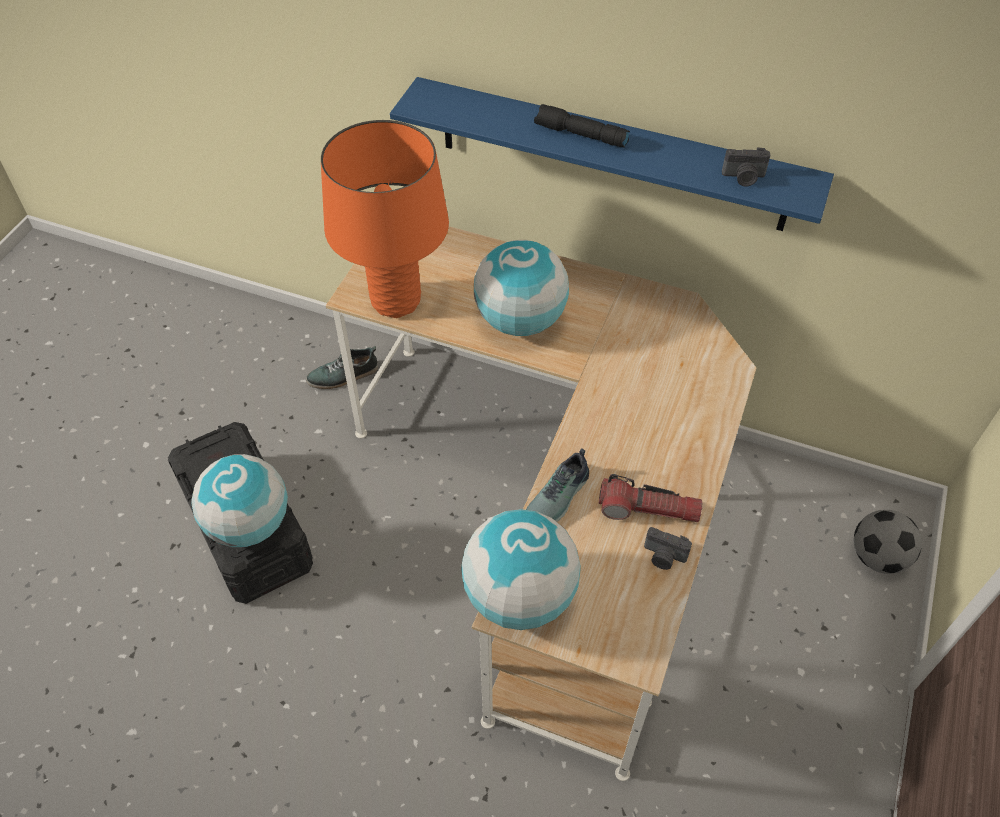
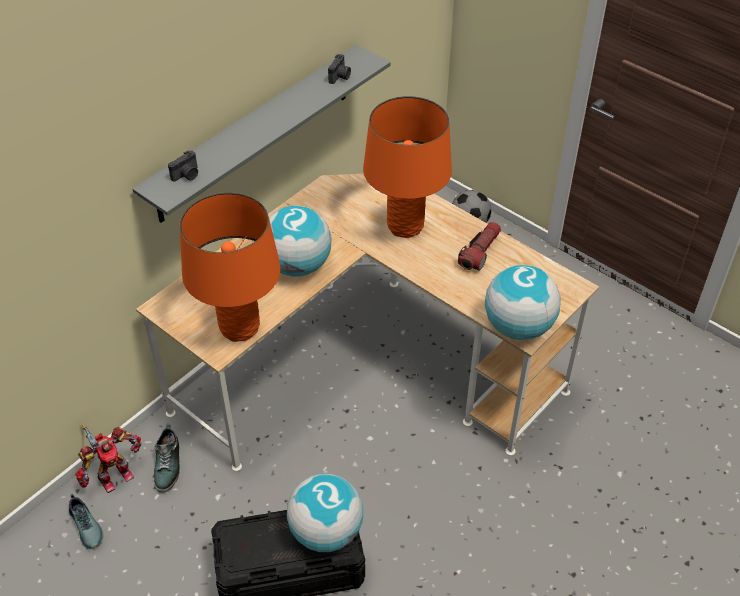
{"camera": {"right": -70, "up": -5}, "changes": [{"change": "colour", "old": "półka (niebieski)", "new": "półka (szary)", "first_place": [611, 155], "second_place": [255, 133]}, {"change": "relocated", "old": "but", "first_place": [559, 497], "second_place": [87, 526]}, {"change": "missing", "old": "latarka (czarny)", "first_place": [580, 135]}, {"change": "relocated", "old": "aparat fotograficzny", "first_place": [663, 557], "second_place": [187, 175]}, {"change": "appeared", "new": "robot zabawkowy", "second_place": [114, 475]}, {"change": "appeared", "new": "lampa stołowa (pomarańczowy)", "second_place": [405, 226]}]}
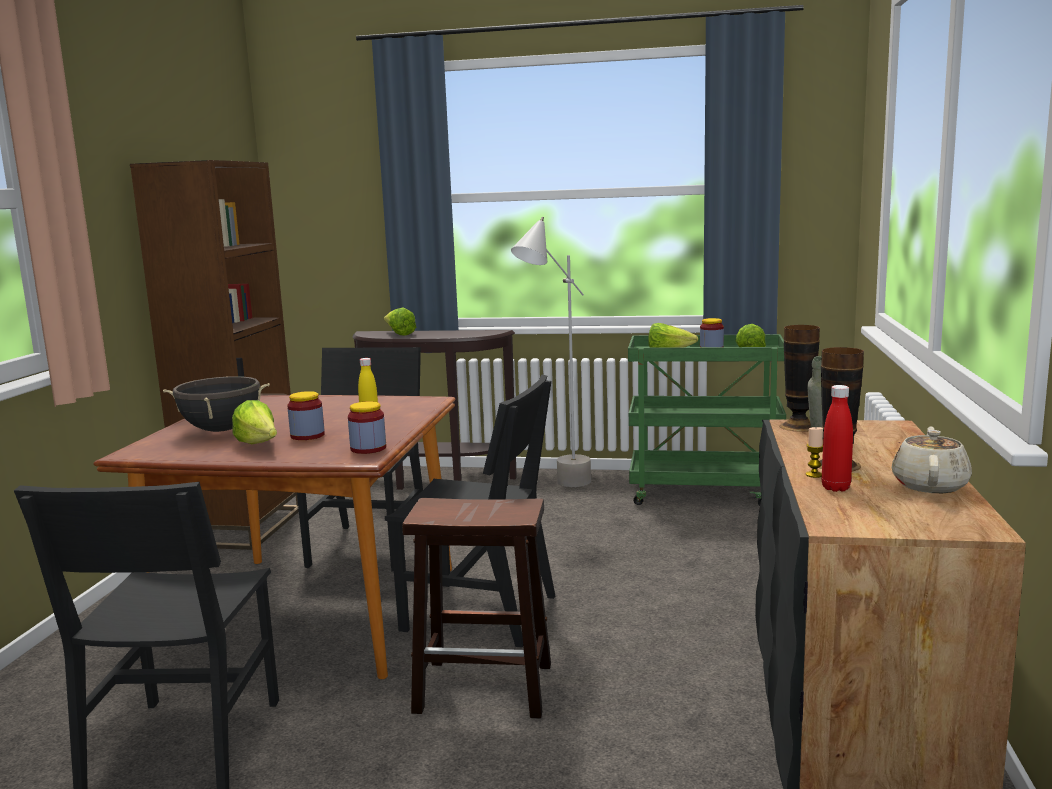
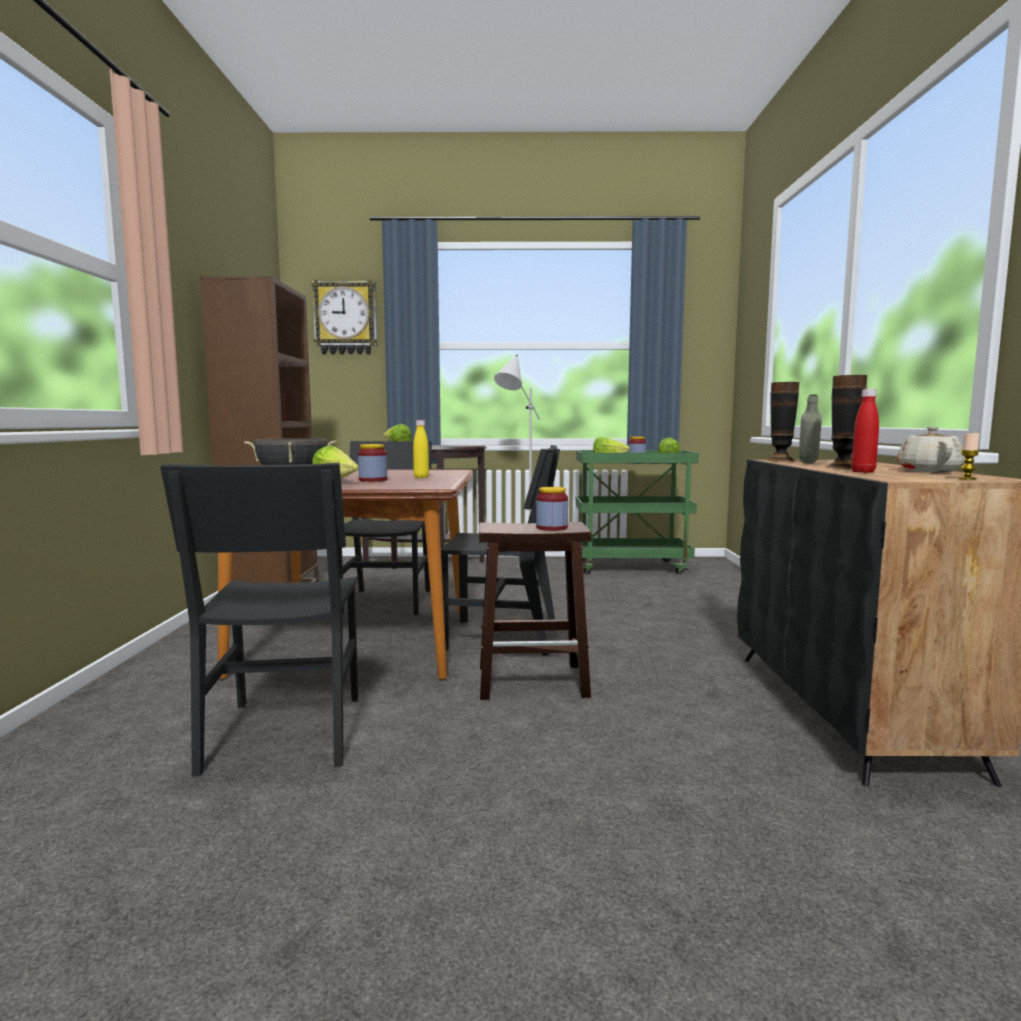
{"camera": {"right": -10, "up": -5}, "changes": [{"change": "relocated", "old": "słoik", "first_place": [368, 448], "second_place": [551, 528]}, {"change": "relocated", "old": "świeca", "first_place": [814, 475], "second_place": [967, 478]}, {"change": "appeared", "new": "zegar ścienny", "second_place": [346, 318]}]}
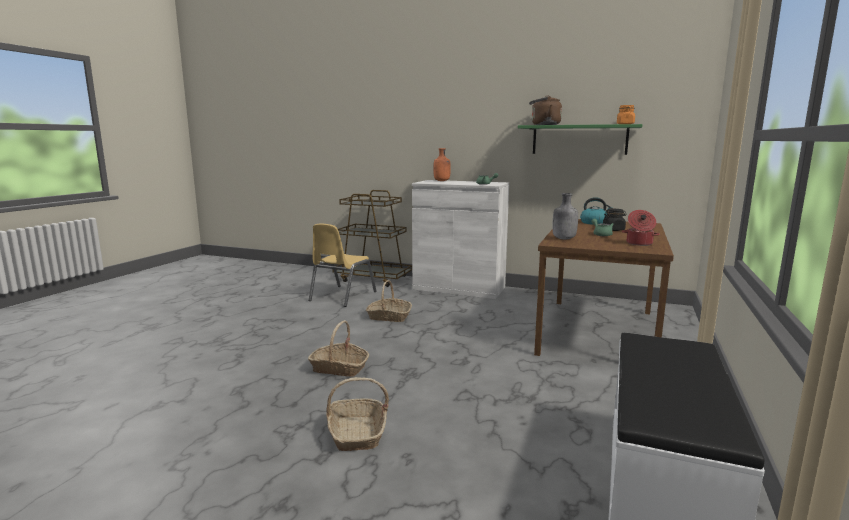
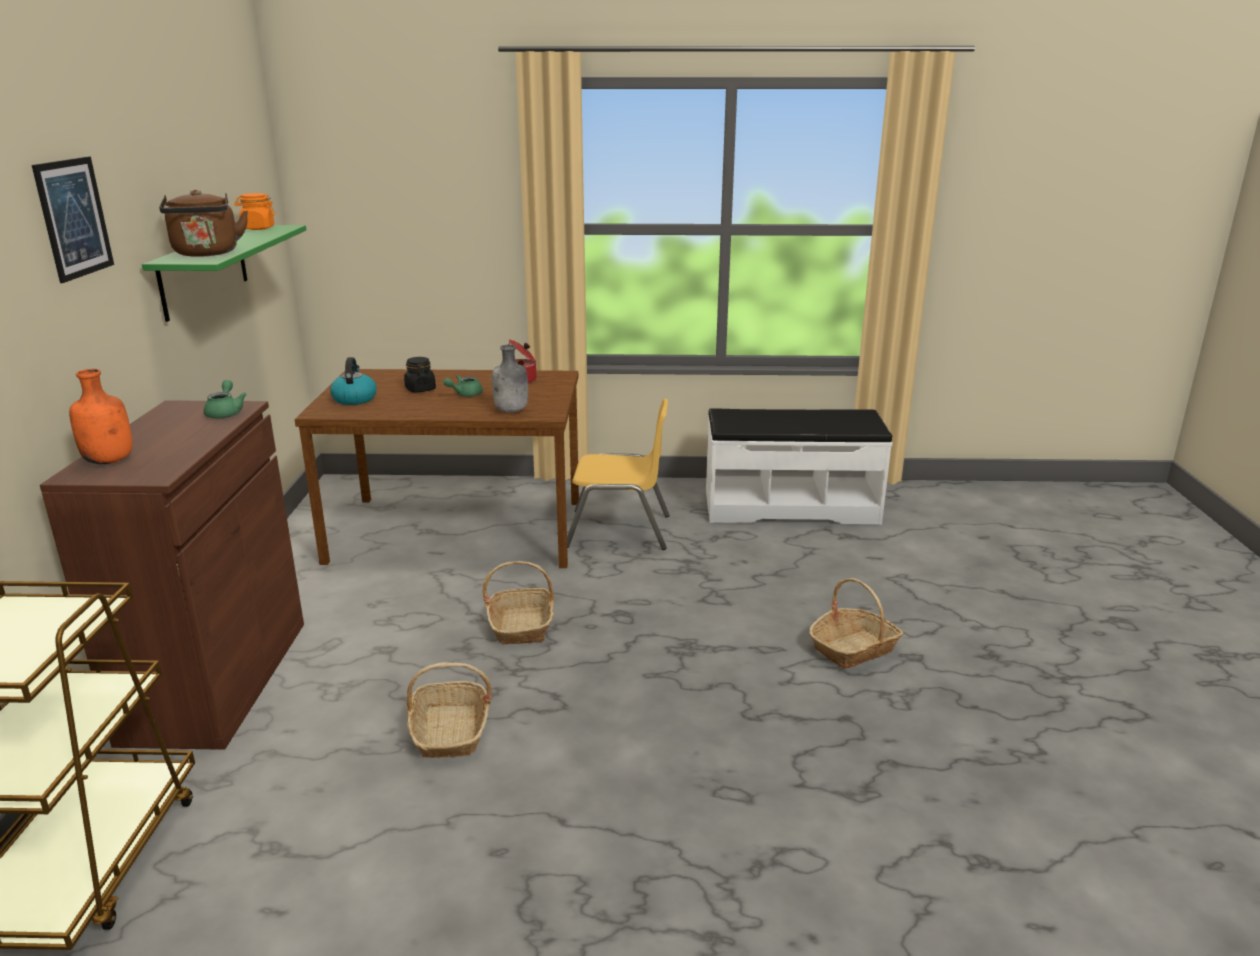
{"camera": {"right": -110, "up": 10}, "changes": [{"change": "relocated", "old": "krzesło (żółty)", "first_place": [342, 296], "second_place": [619, 531]}, {"change": "relocated", "old": "koszyk", "first_place": [339, 368], "second_place": [521, 625]}, {"change": "colour", "old": "szafka (biały)", "new": "szafka (brązowy)", "first_place": [459, 288], "second_place": [217, 680]}, {"change": "appeared", "new": "obraz", "second_place": [74, 218]}]}
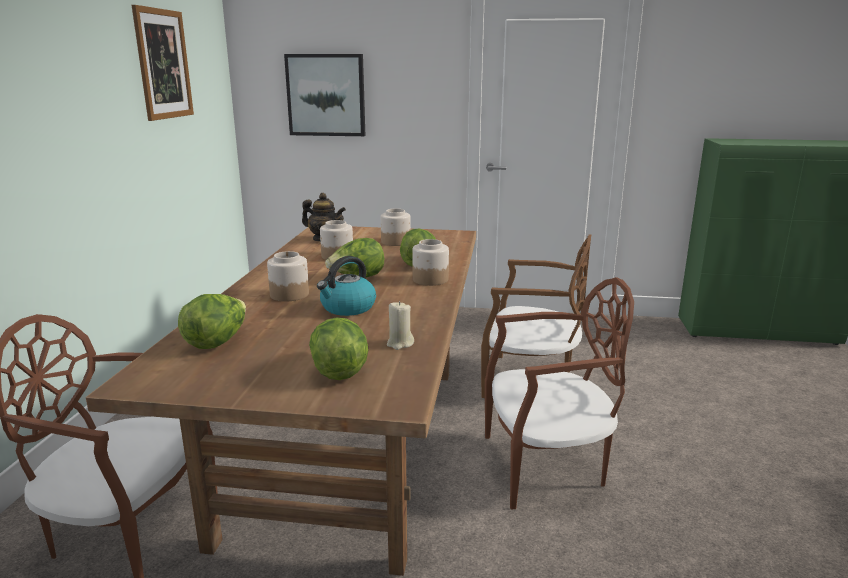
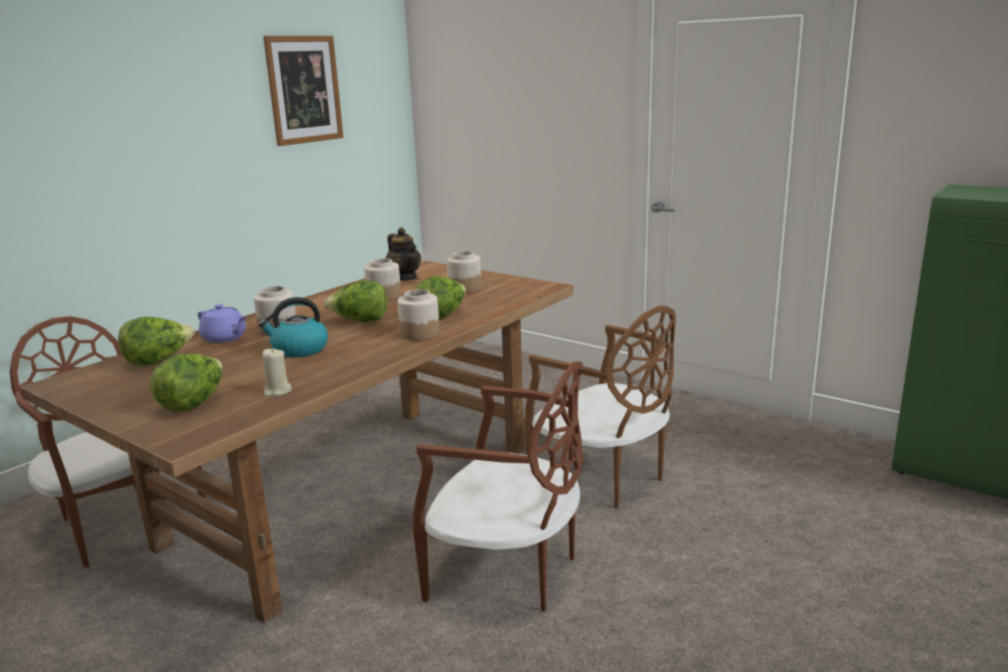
{"camera": {"right": 30, "up": 0}, "changes": [{"change": "missing", "old": "obraz", "first_place": [326, 95]}, {"change": "appeared", "new": "imbryk (fioletowy)", "second_place": [225, 338]}]}
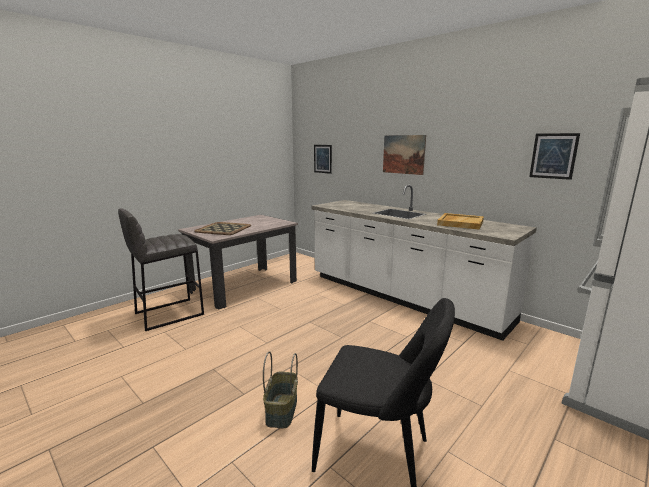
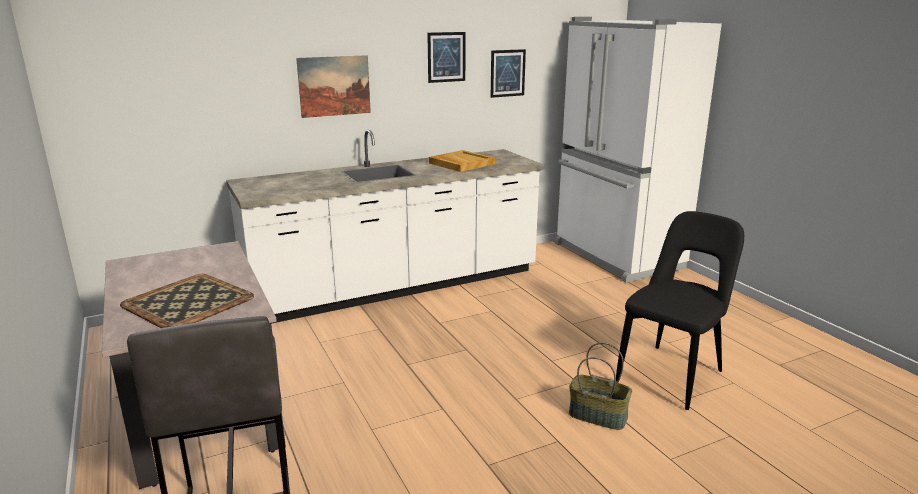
{"camera": {"right": -70, "up": 5}, "changes": [{"change": "relocated", "old": "obraz", "first_place": [322, 158], "second_place": [446, 57]}]}
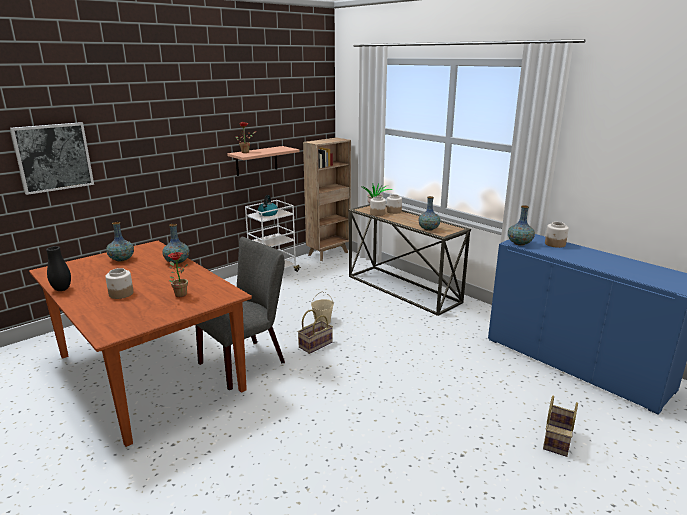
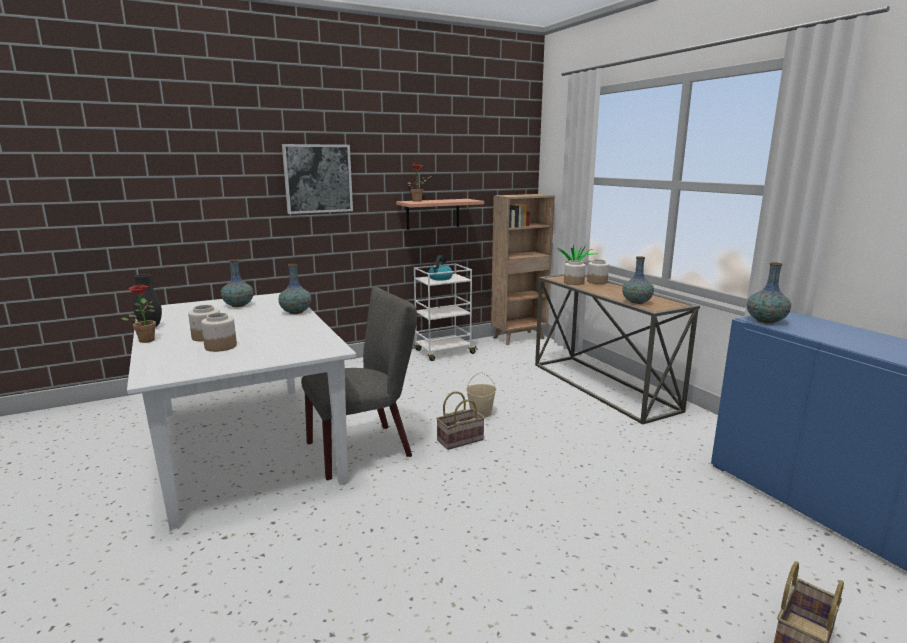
{"camera": {"right": 15, "up": -5}, "changes": [{"change": "relocated", "old": "obraz", "first_place": [53, 157], "second_place": [318, 178]}, {"change": "colour", "old": "stół jadalny (brązowy)", "new": "stół jadalny (biały)", "first_place": [148, 372], "second_place": [245, 445]}, {"change": "relocated", "old": "roślina doniczkowa", "first_place": [179, 294], "second_place": [146, 339]}, {"change": "relocated", "old": "słoik", "first_place": [555, 244], "second_place": [220, 347]}]}
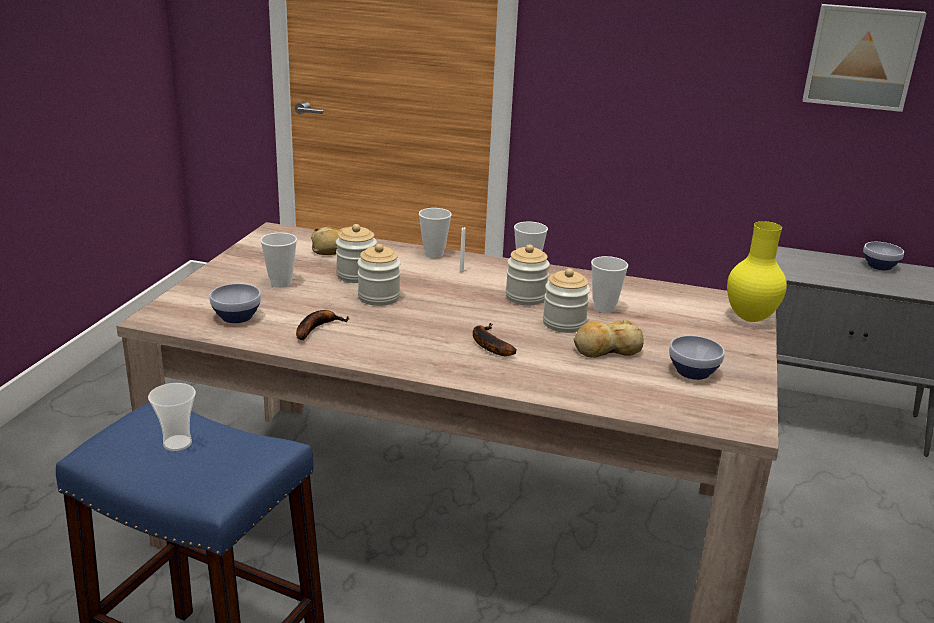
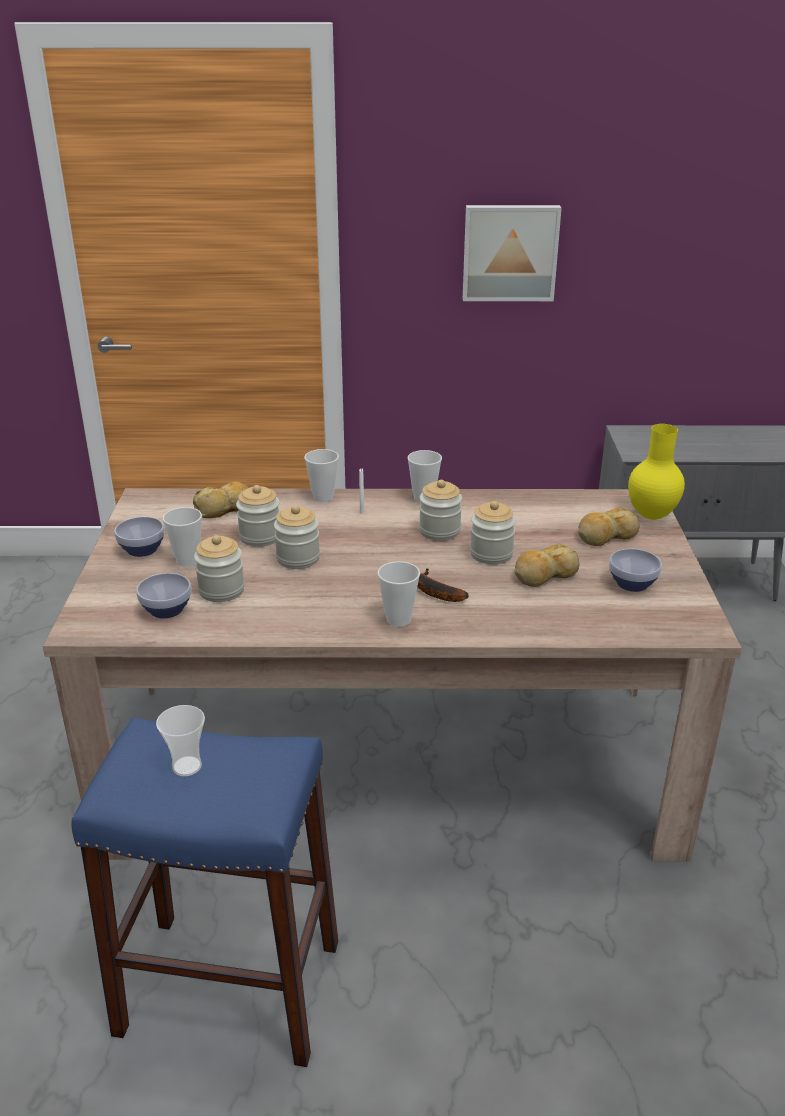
{"camera": {"right": -15, "up": 5}, "changes": [{"change": "missing", "old": "banan", "first_place": [317, 328]}, {"change": "relocated", "old": "filiżanka", "first_place": [604, 308], "second_place": [398, 619]}, {"change": "relocated", "old": "obraz", "first_place": [861, 57], "second_place": [510, 252]}, {"change": "relocated", "old": "miska", "first_place": [879, 266], "second_place": [141, 550]}, {"change": "appeared", "new": "słoik", "second_place": [221, 590]}, {"change": "appeared", "new": "chleb", "second_place": [606, 536]}]}
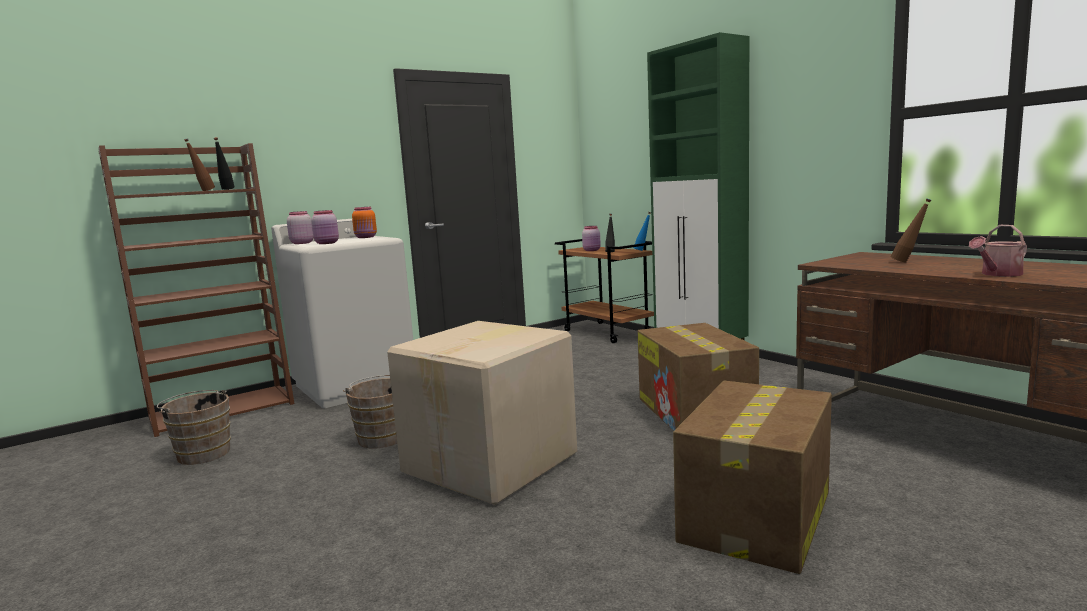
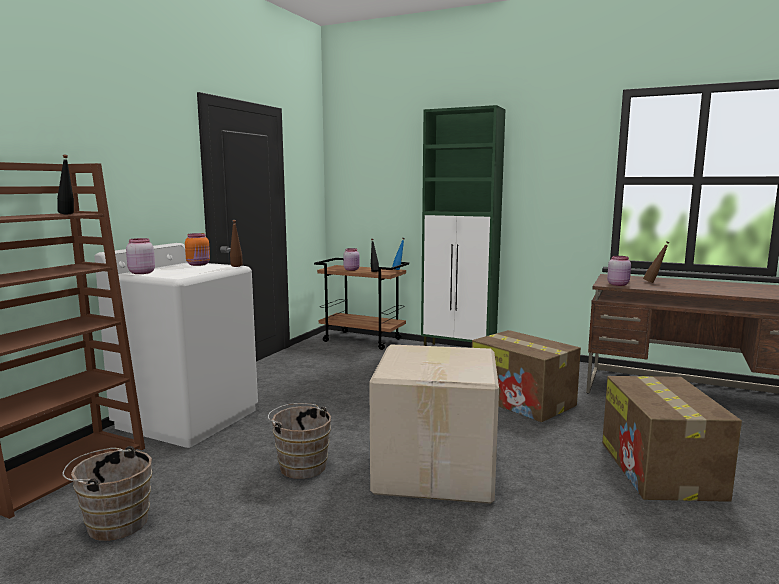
{"camera": {"right": -30, "up": 0}, "changes": [{"change": "relocated", "old": "butelka (brązowy)", "first_place": [203, 191], "second_place": [236, 267]}, {"change": "relocated", "old": "słoik (różowy)", "first_place": [327, 243], "second_place": [618, 284]}, {"change": "missing", "old": "konewka", "first_place": [998, 274]}]}
